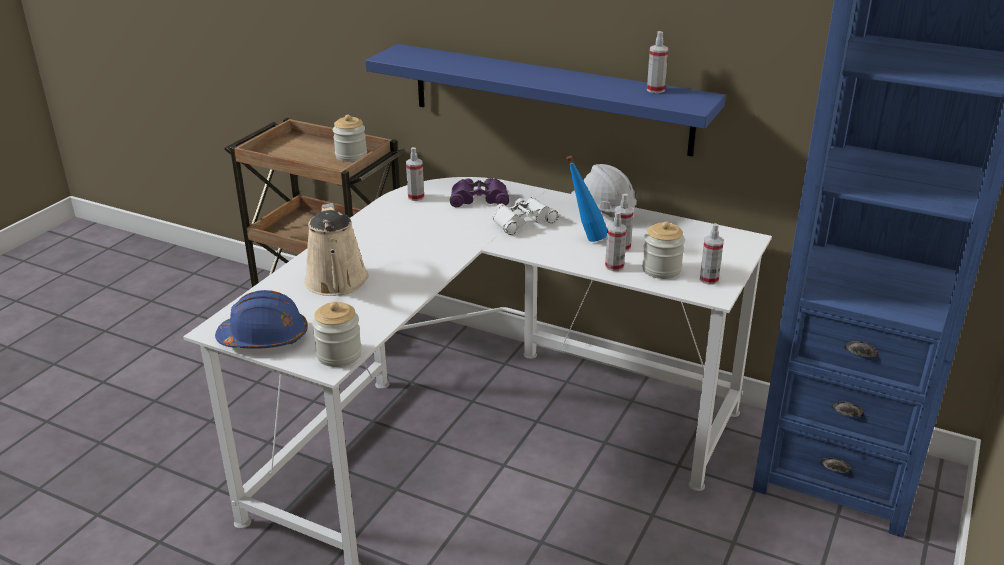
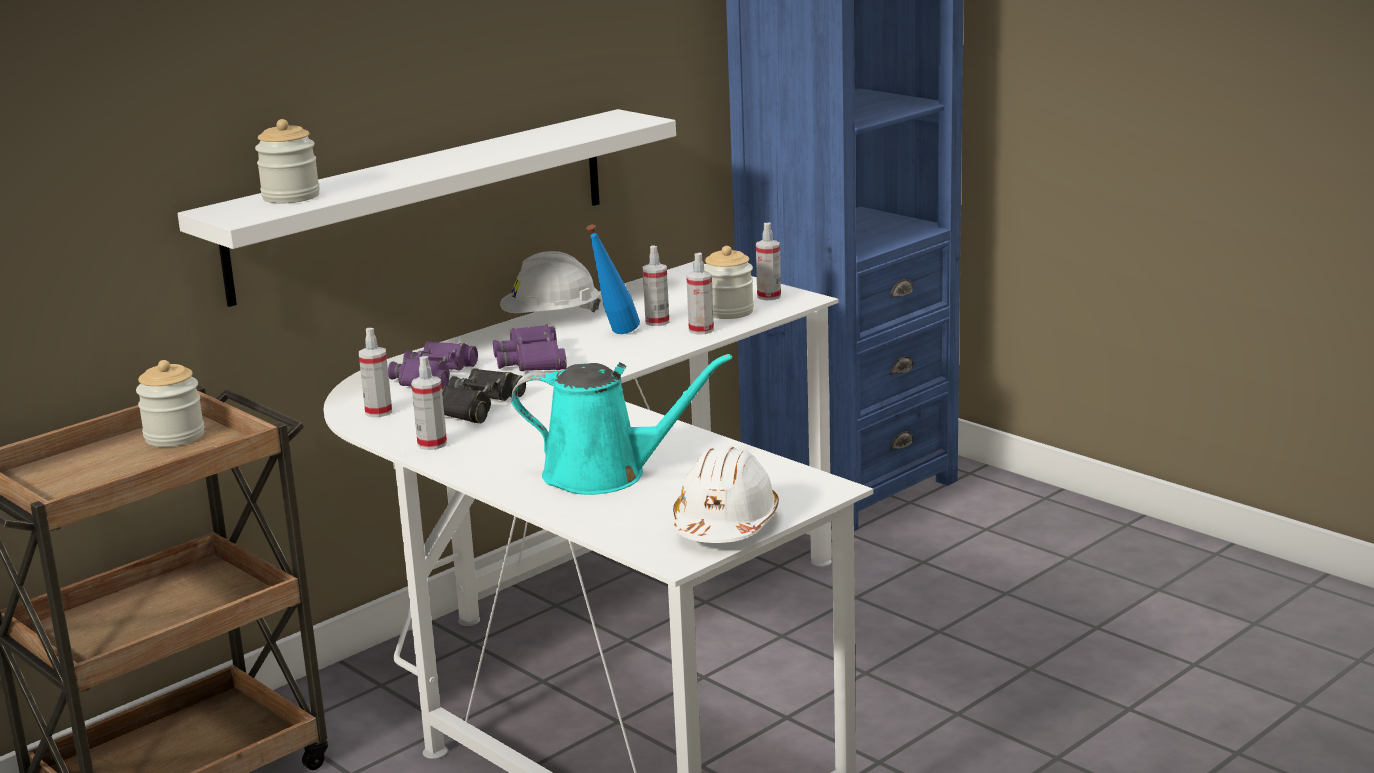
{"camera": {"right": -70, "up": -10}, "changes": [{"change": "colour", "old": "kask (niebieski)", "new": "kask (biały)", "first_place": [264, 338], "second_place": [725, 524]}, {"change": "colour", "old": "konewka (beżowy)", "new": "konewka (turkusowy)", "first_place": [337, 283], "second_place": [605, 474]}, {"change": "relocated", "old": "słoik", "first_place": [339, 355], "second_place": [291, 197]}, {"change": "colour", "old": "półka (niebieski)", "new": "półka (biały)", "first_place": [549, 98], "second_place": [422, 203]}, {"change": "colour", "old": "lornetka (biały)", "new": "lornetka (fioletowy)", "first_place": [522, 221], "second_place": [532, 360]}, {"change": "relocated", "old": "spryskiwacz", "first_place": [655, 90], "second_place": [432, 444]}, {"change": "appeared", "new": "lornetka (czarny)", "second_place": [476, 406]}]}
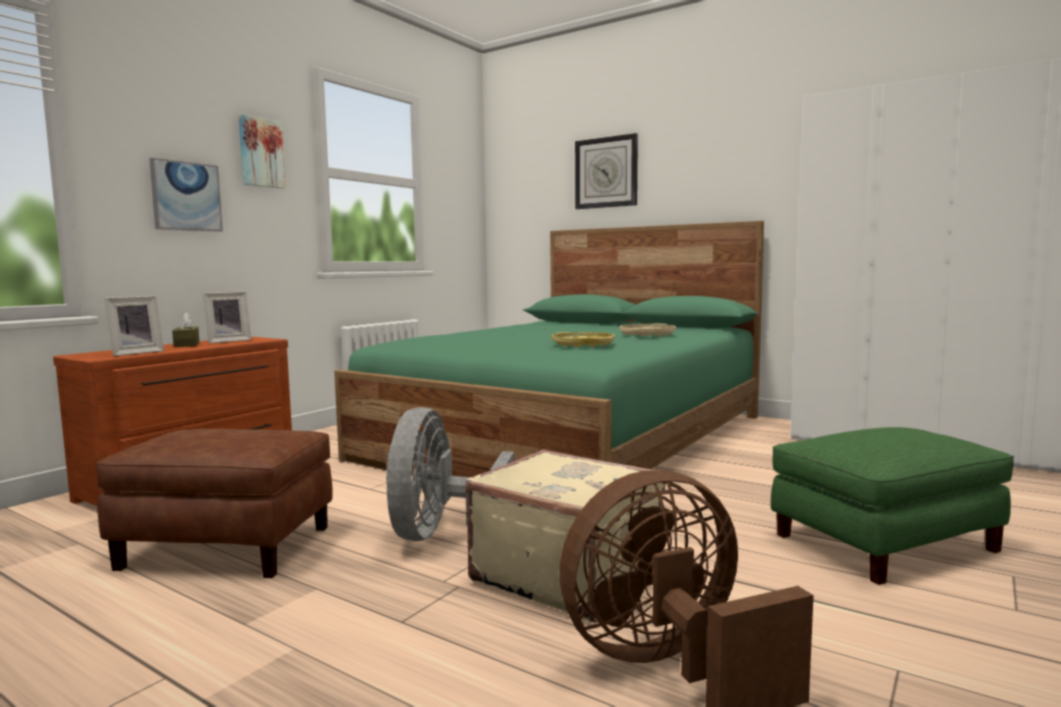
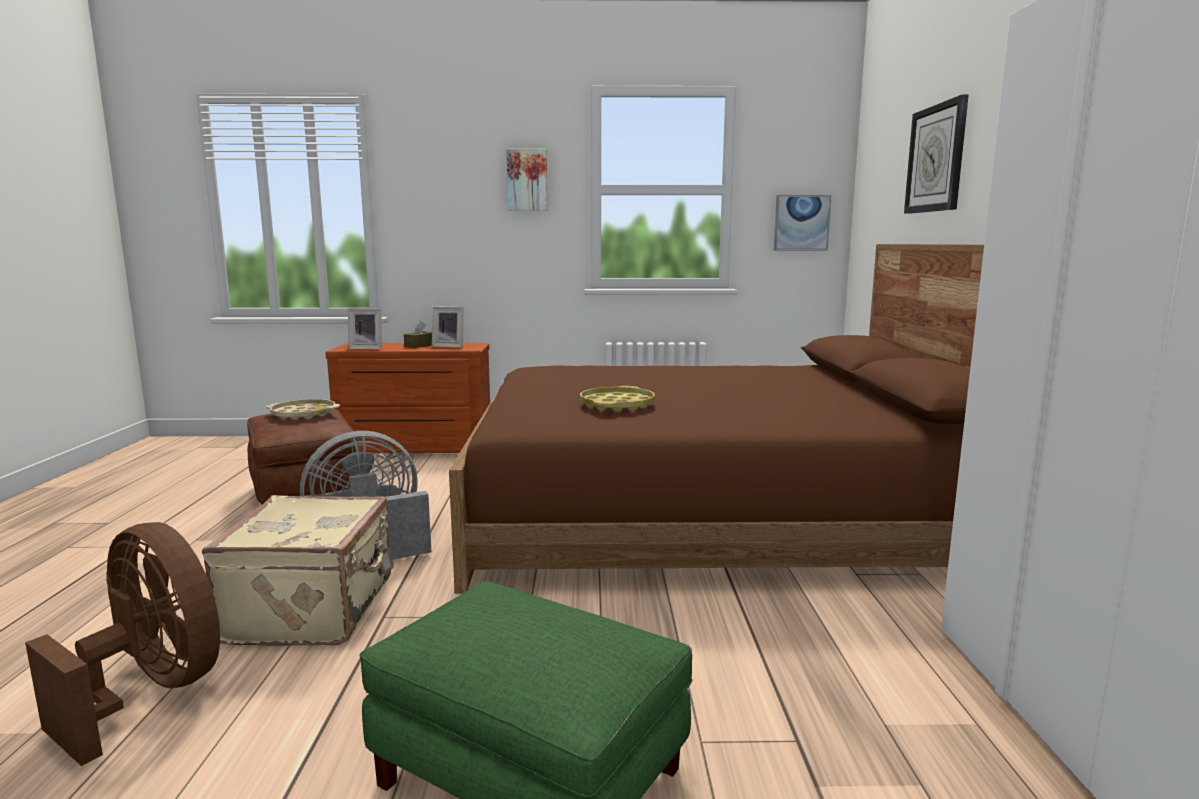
{"camera": {"right": 55, "up": 5}, "changes": [{"change": "relocated", "old": "obraz", "first_place": [186, 196], "second_place": [801, 223]}, {"change": "colour", "old": "łóżko (zielony)", "new": "łóżko (brązowy)", "first_place": [573, 436], "second_place": [709, 514]}, {"change": "relocated", "old": "taca (beżowy)", "first_place": [647, 334], "second_place": [303, 414]}]}
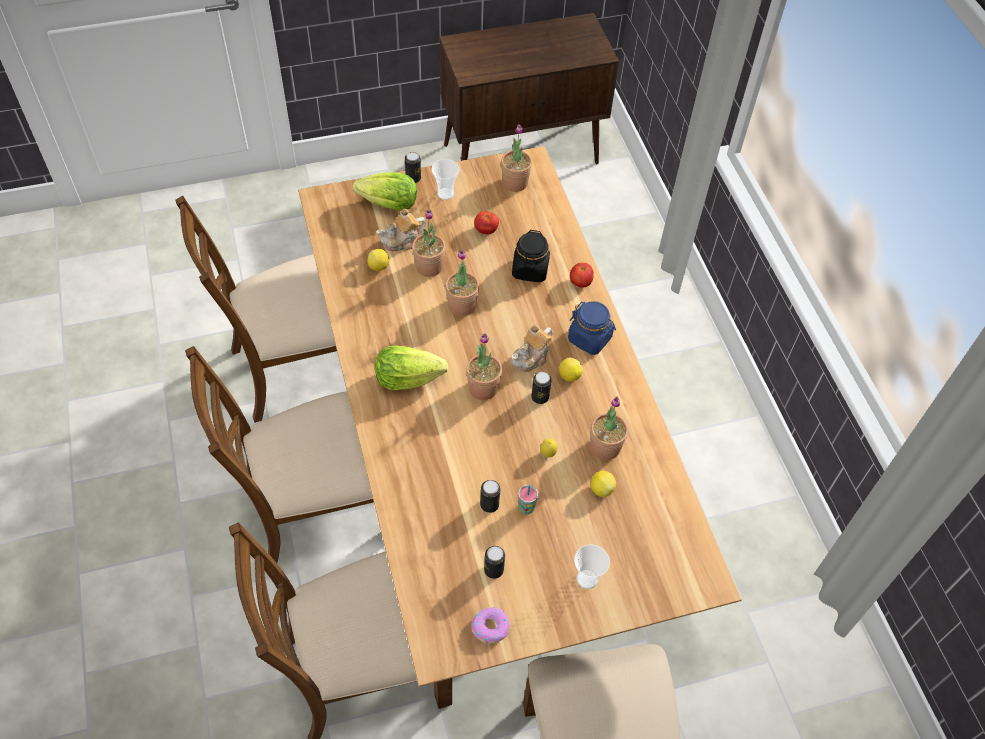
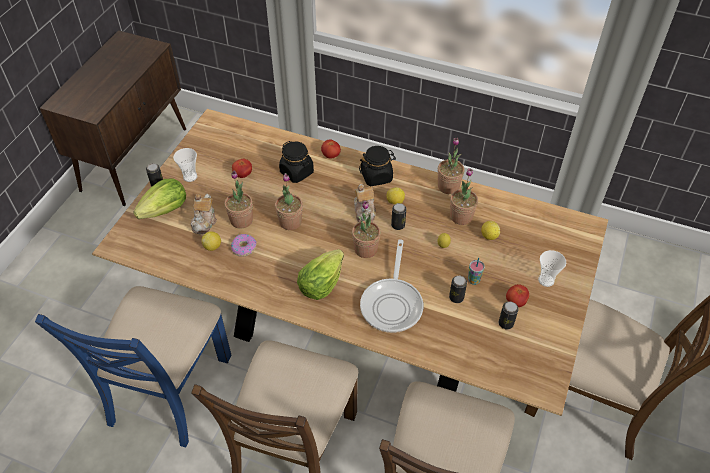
{"camera": {"right": -50, "up": -5}, "changes": [{"change": "colour", "old": "krzesło (brązowy)", "new": "krzesło (niebieski)", "first_place": [298, 368], "second_place": [168, 390]}, {"change": "relocated", "old": "donut", "first_place": [490, 627], "second_place": [243, 247]}, {"change": "relocated", "old": "roślina doniczkowa", "first_place": [515, 183], "second_place": [448, 186]}, {"change": "colour", "old": "słoik (niebieski)", "new": "słoik (czarny)", "first_place": [590, 339], "second_place": [376, 176]}, {"change": "appeared", "new": "patelnia", "second_place": [392, 303]}, {"change": "appeared", "new": "pomidor", "second_place": [515, 302]}]}
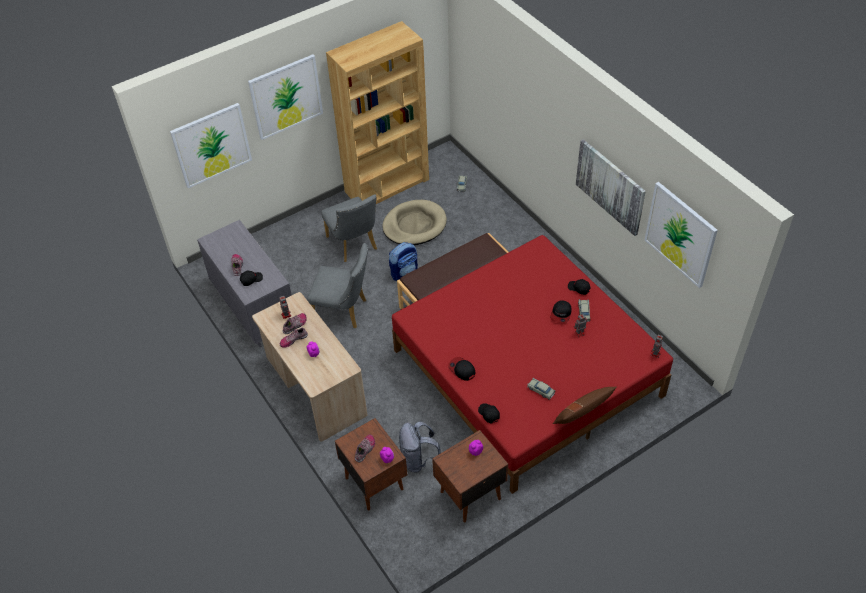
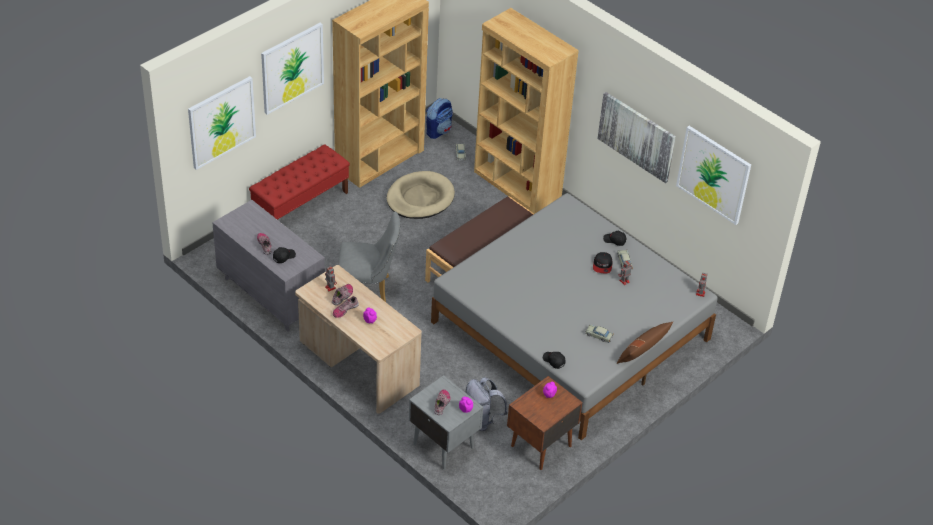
{"camera": {"right": -15, "up": -5}, "changes": [{"change": "missing", "old": "krzesło (szary)", "first_place": [354, 245]}, {"change": "colour", "old": "szafka nocna (brązowy)", "new": "szafka nocna (szary)", "first_place": [374, 482], "second_place": [443, 444]}, {"change": "relocated", "old": "plecak", "first_place": [404, 272], "second_place": [438, 131]}, {"change": "colour", "old": "łóżko (czerwony)", "new": "łóżko (szary)", "first_place": [526, 372], "second_place": [570, 330]}, {"change": "missing", "old": "czapka z daszkiem", "first_place": [461, 369]}, {"change": "appeared", "new": "ławka (czerwony)", "second_place": [301, 205]}, {"change": "appeared", "new": "regał (brązowy)", "second_place": [517, 186]}]}
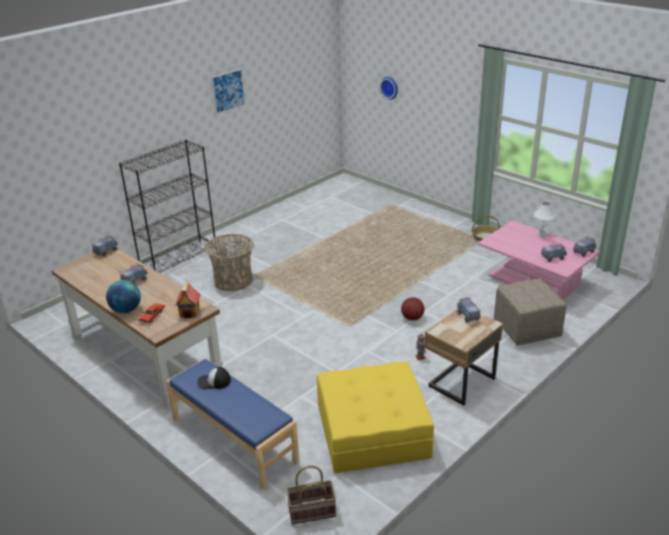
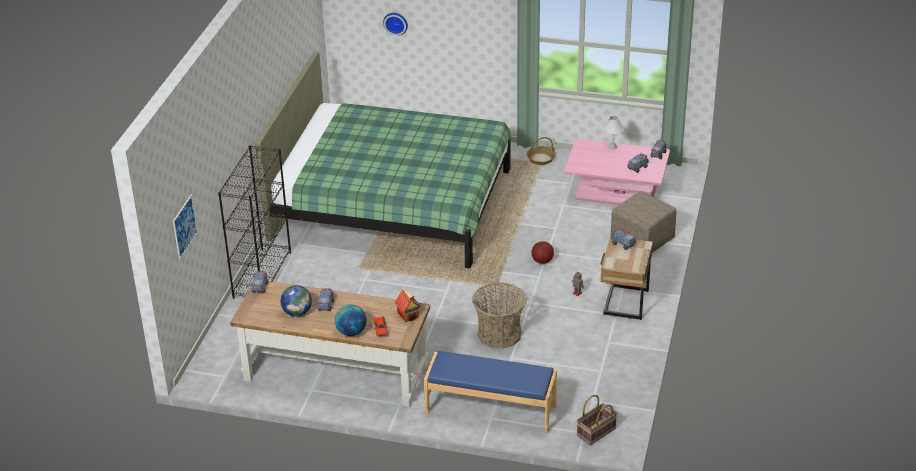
{"camera": {"right": -30, "up": 5}, "changes": [{"change": "missing", "old": "czapka z daszkiem", "first_place": [214, 382]}, {"change": "relocated", "old": "koszyk", "first_place": [233, 280], "second_place": [499, 334]}, {"change": "relocated", "old": "obraz", "first_place": [228, 91], "second_place": [185, 226]}, {"change": "missing", "old": "pufa (żółty)", "first_place": [372, 430]}, {"change": "appeared", "new": "łóżko (zielony)", "second_place": [393, 204]}, {"change": "appeared", "new": "globus", "second_place": [297, 312]}]}
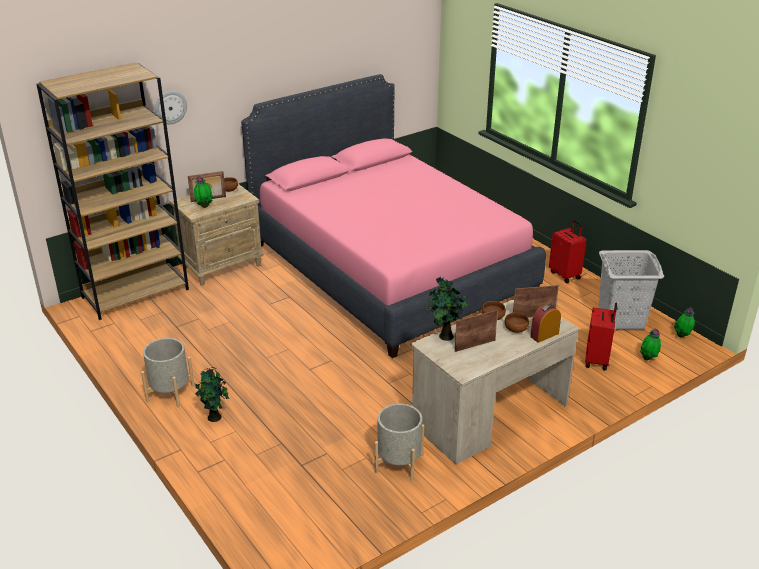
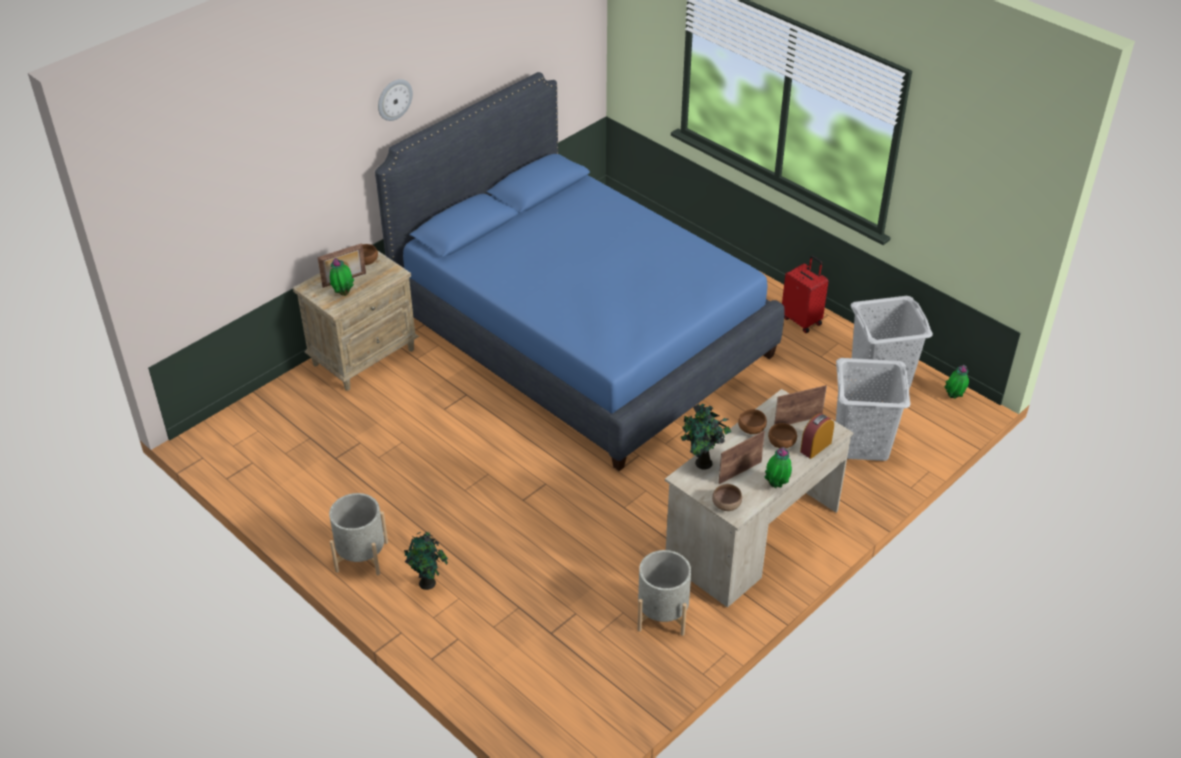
{"camera": {"right": -10, "up": 10}, "changes": [{"change": "missing", "old": "regał (brązowy)", "first_place": [136, 293]}, {"change": "relocated", "old": "zegar ścienny", "first_place": [170, 107], "second_place": [394, 99]}, {"change": "colour", "old": "łóżko (różowy)", "new": "łóżko (niebieski)", "first_place": [389, 268], "second_place": [582, 335]}, {"change": "exchanged", "old": "walizka (czerwony)", "new": "kosz na pranie (szary)", "first_place": [597, 360], "second_place": [862, 443]}, {"change": "relocated", "old": "roślina doniczkowa", "first_place": [648, 359], "second_place": [777, 485]}, {"change": "appeared", "new": "miska (brązowy)", "second_place": [726, 505]}]}
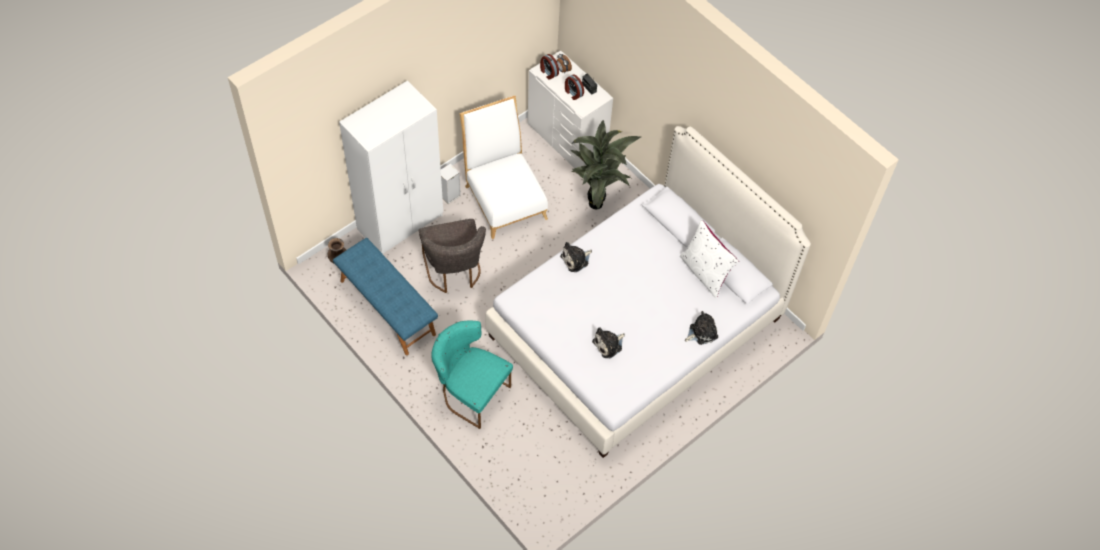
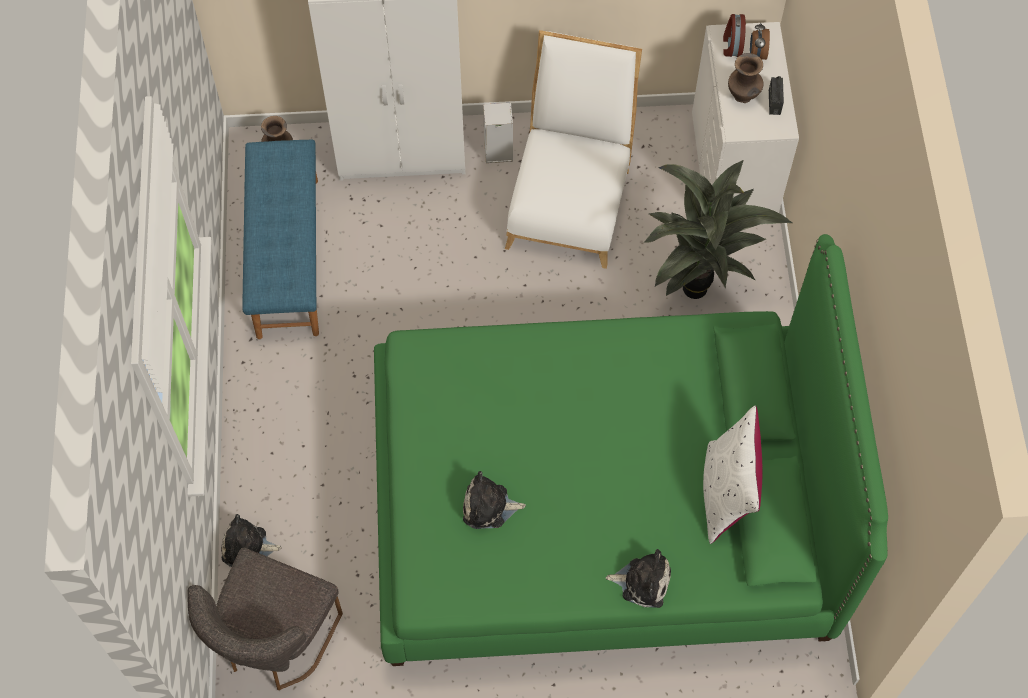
{"camera": {"right": 40, "up": 5}, "changes": [{"change": "relocated", "old": "krzesło (szary)", "first_place": [454, 272], "second_place": [275, 642]}, {"change": "missing", "old": "krzesło (turkusowy)", "first_place": [470, 393]}, {"change": "colour", "old": "łóżko (biały)", "new": "łóżko (zielony)", "first_place": [635, 327], "second_place": [601, 507]}, {"change": "relocated", "old": "pluszak", "first_place": [576, 259], "second_place": [247, 547]}, {"change": "exchanged", "old": "budzik", "new": "wazon (brązowy)", "first_place": [573, 93], "second_place": [743, 97]}]}
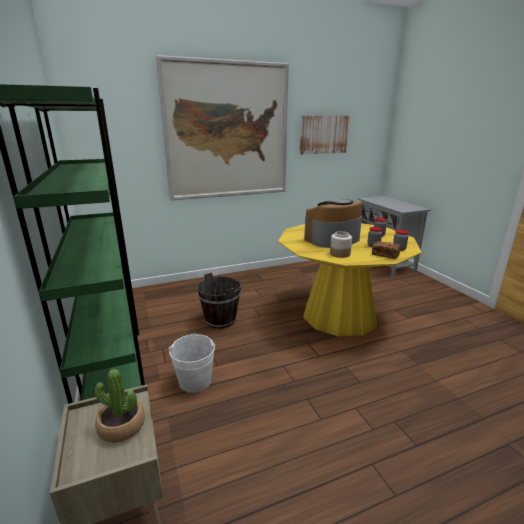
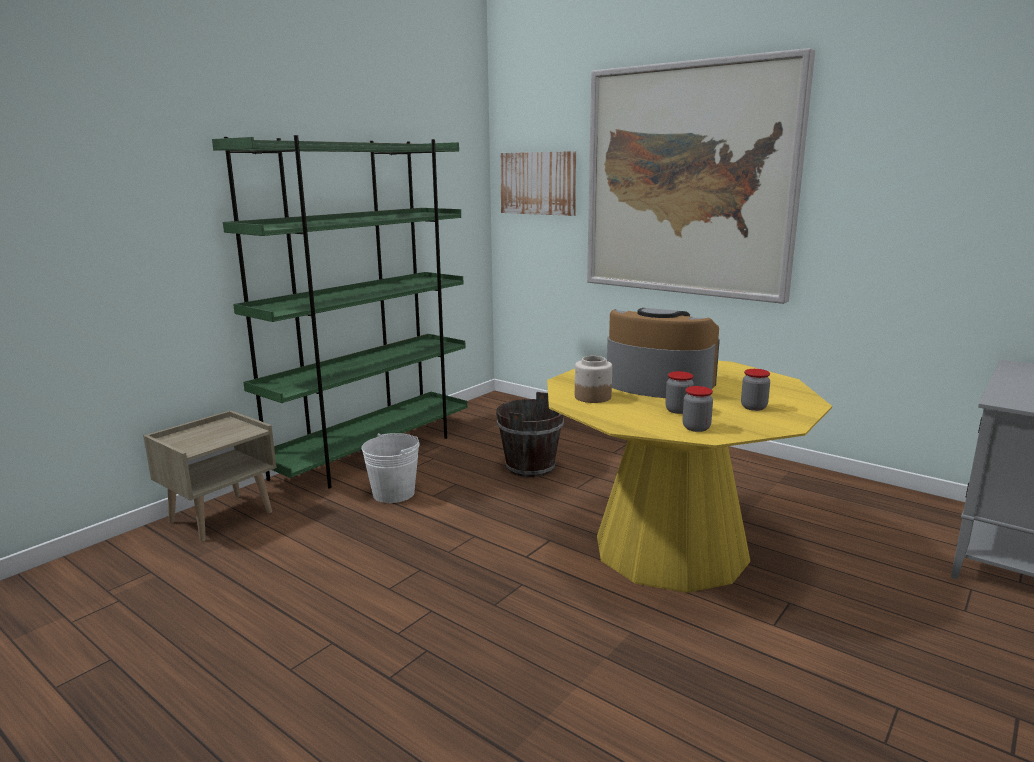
{"camera": {"right": 60, "up": -5}, "changes": [{"change": "missing", "old": "roślina doniczkowa", "first_place": [121, 426]}, {"change": "relocated", "old": "obraz", "first_place": [324, 134], "second_place": [538, 183]}, {"change": "missing", "old": "chleb", "first_place": [385, 255]}]}
